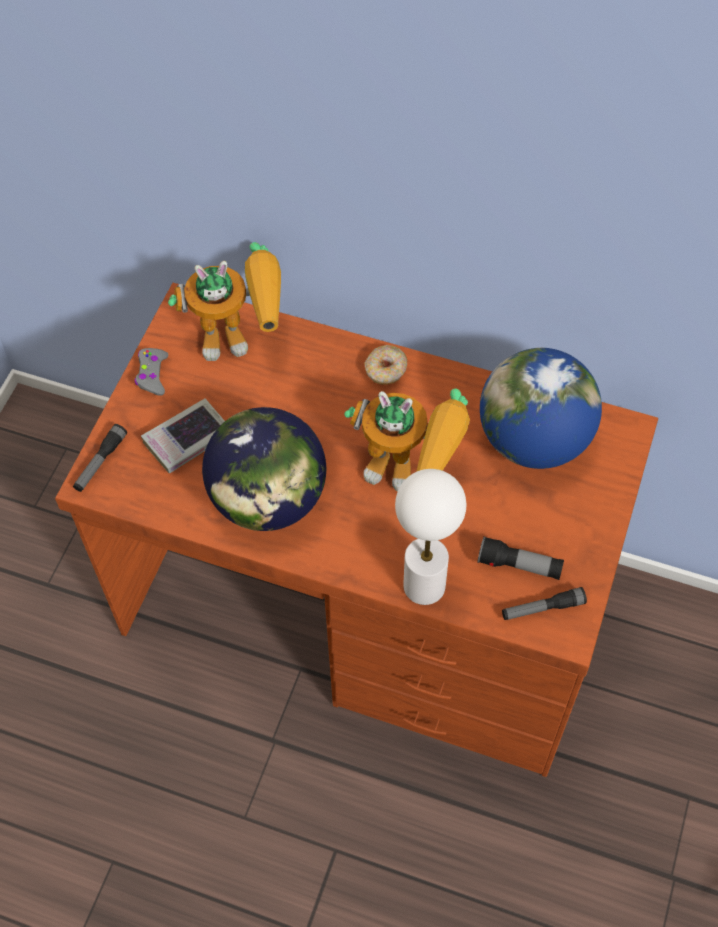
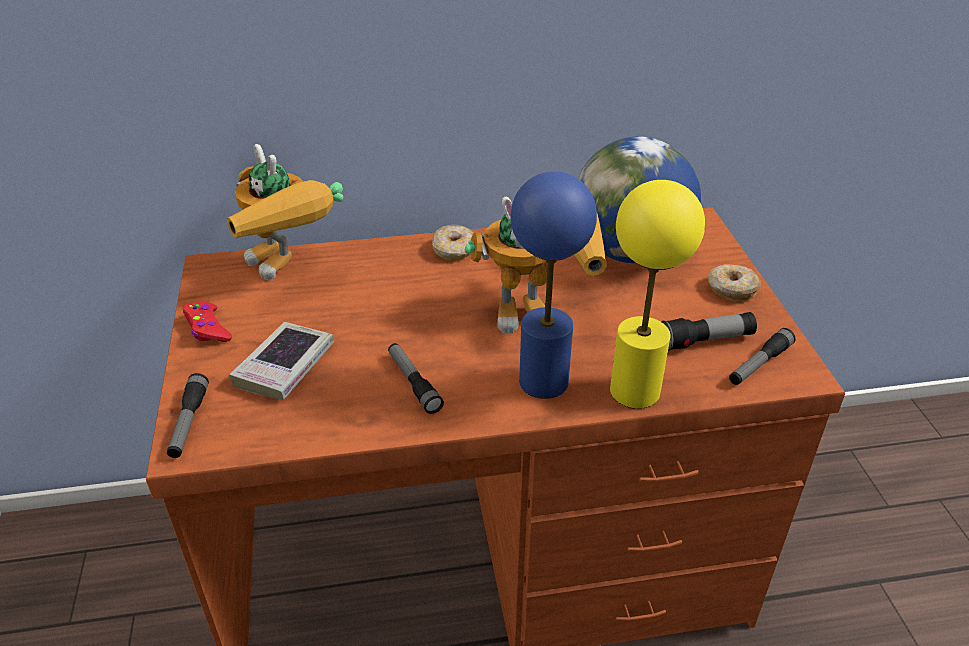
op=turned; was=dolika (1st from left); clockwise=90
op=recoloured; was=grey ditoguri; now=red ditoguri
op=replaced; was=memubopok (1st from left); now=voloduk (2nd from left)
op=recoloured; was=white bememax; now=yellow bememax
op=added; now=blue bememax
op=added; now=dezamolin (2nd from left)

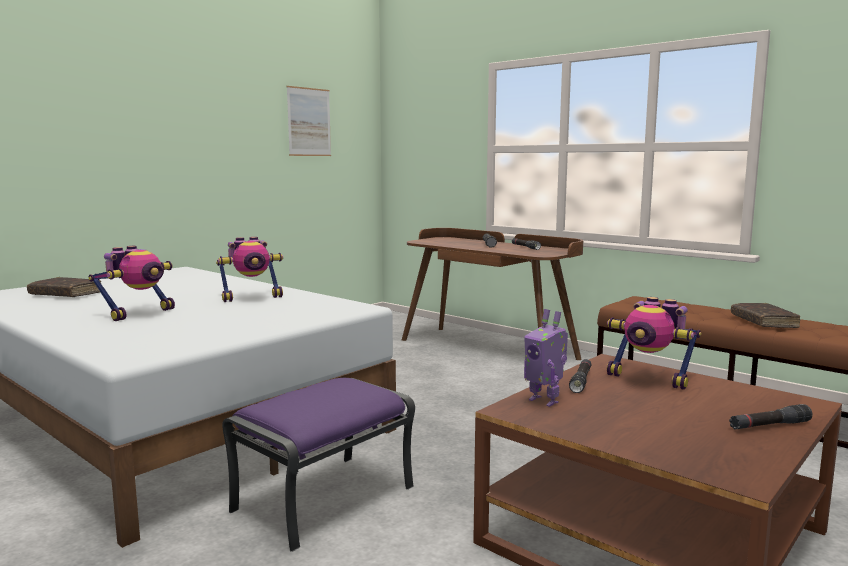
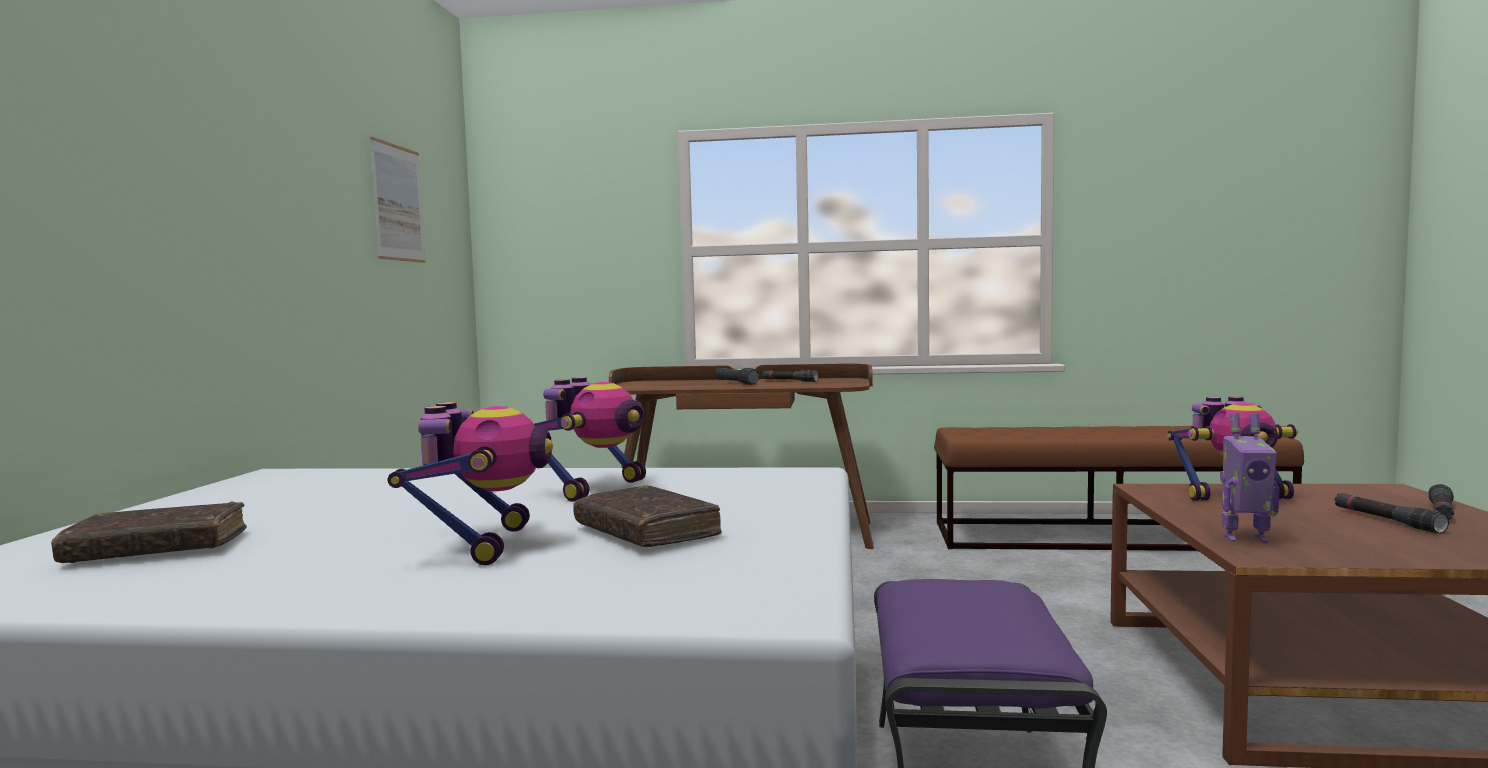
op=moved; was=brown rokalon (2nd from left)
op=moved; was=black voloduk (3rd from left)

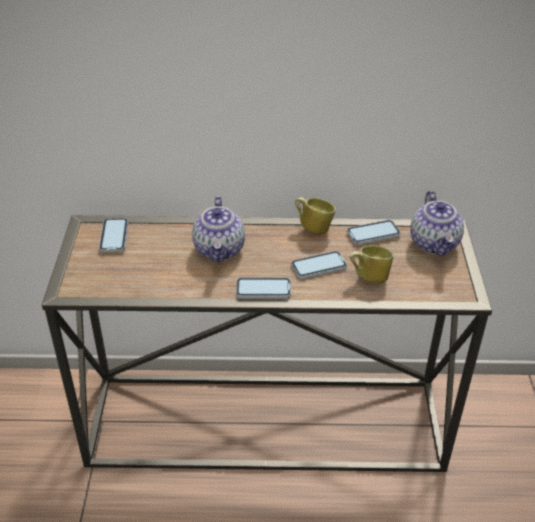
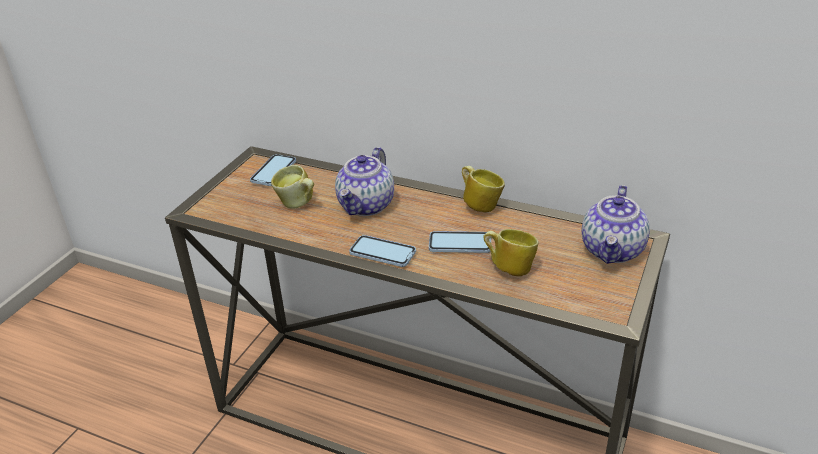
op=removed; was=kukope (4th from left)
op=added; now=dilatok (1st from left)

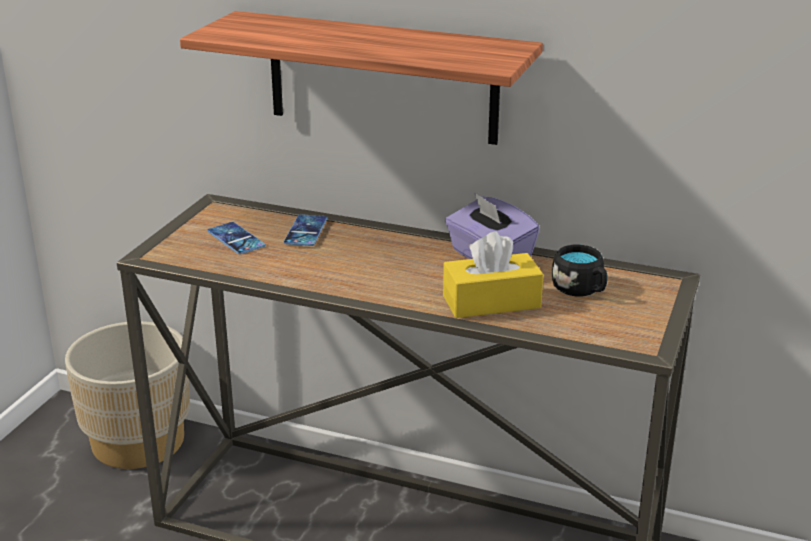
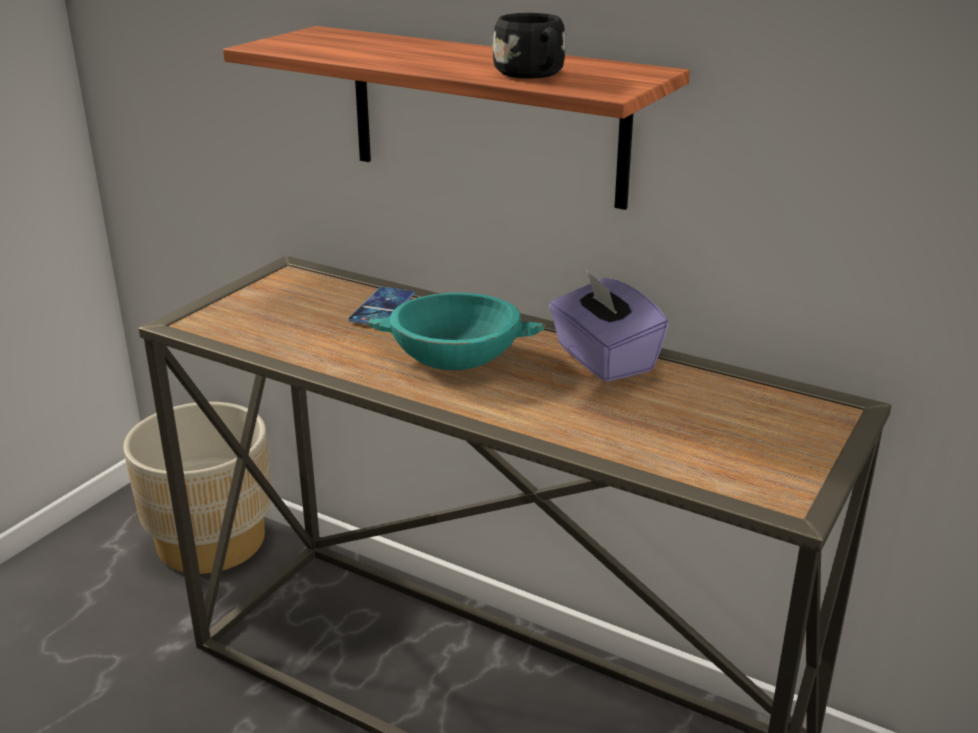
op=removed; was=kukope (1st from left)
op=removed; was=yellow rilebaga
op=moved; was=black dilatok
op=added; now=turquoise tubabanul

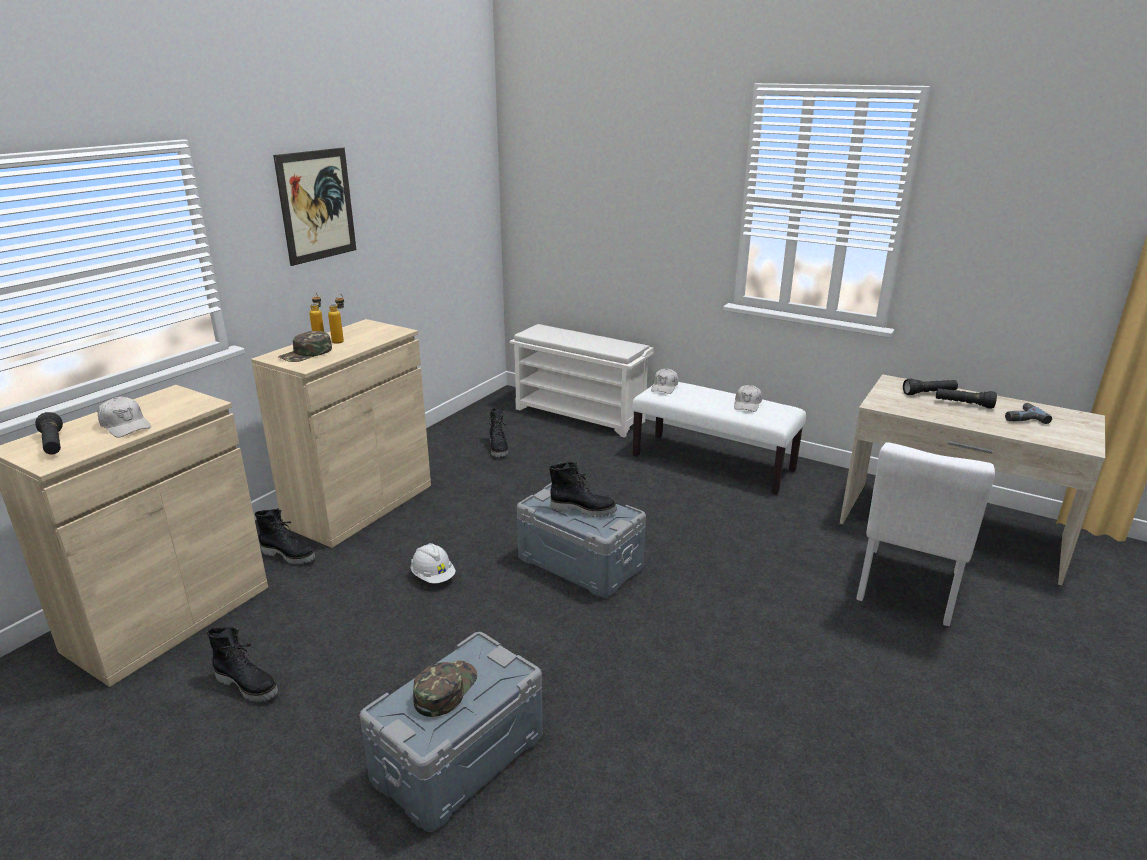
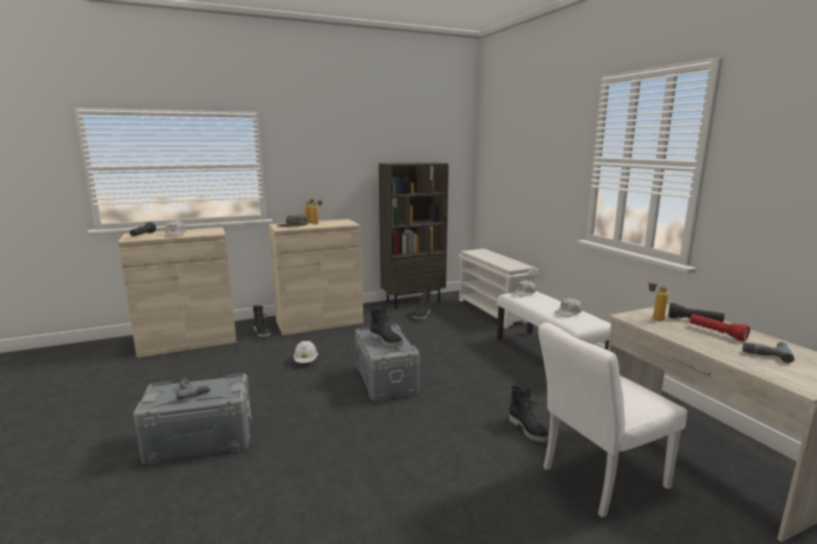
op=removed; was=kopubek
op=recoloured; was=black voloduk (3rd from left); now=red voloduk
op=moved; was=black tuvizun (1st from left in the first image); now=black tuvizun (4th from left)
op=replaced; was=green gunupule (2nd from left); now=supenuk (1st from left)
op=added; now=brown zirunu
op=added; now=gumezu (3rd from left)

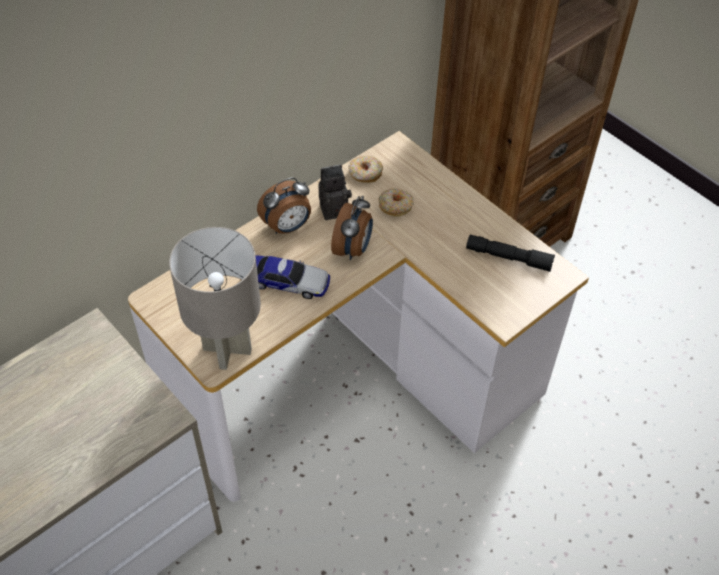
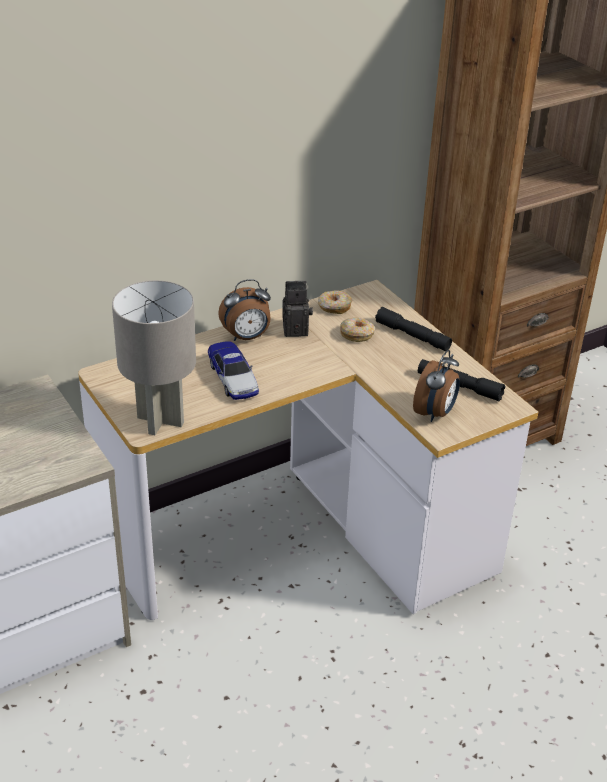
op=moved; was=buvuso (2nd from left)
op=turned; was=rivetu; clockwise=45
op=added; now=black voloduk (1st from left)

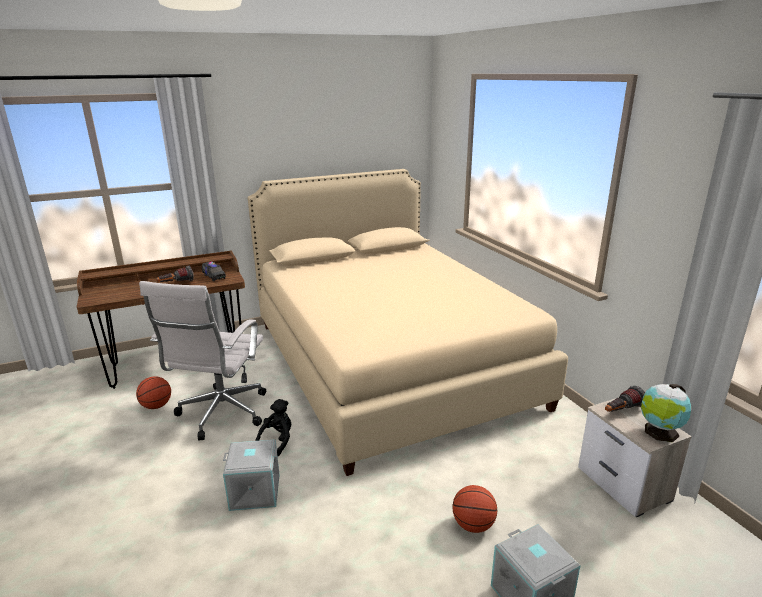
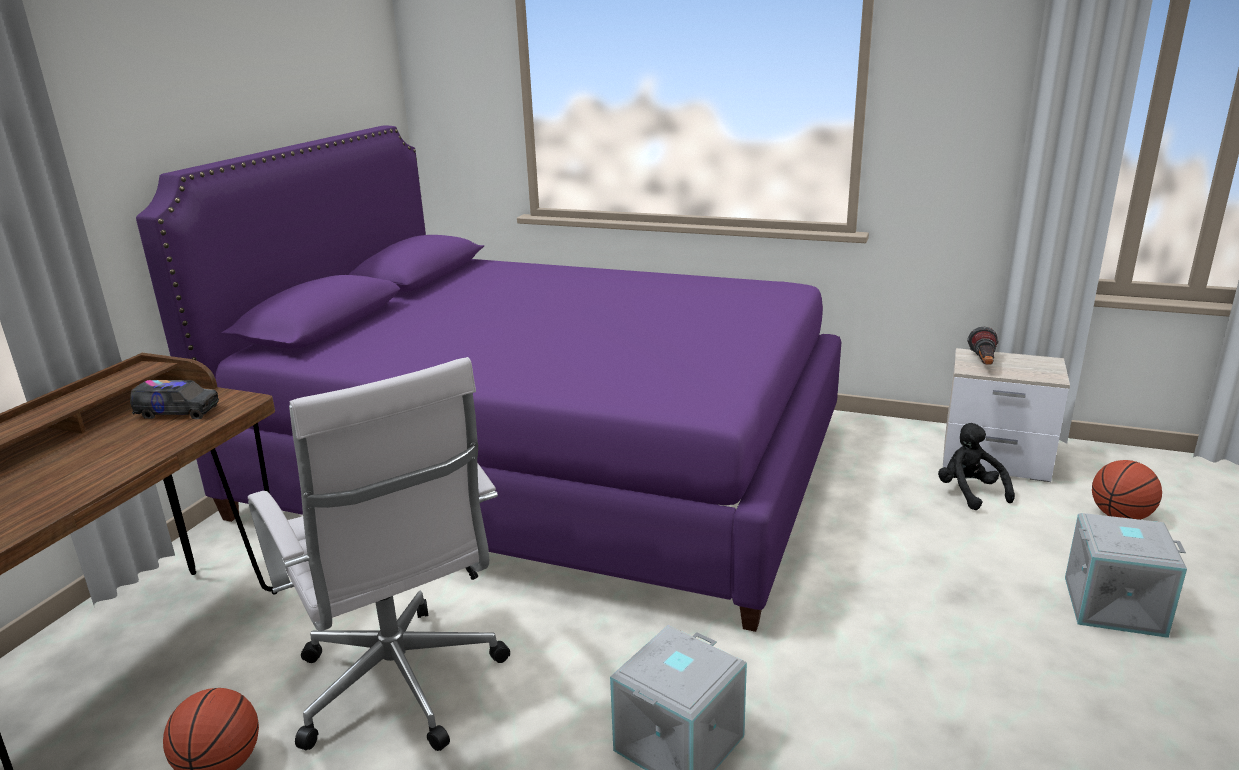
op=recoloured; was=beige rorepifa; now=purple rorepifa
op=removed; was=voloduk (1st from left)
op=removed; was=memubopok
op=moved; was=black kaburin
op=moved; was=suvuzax (2nd from left)

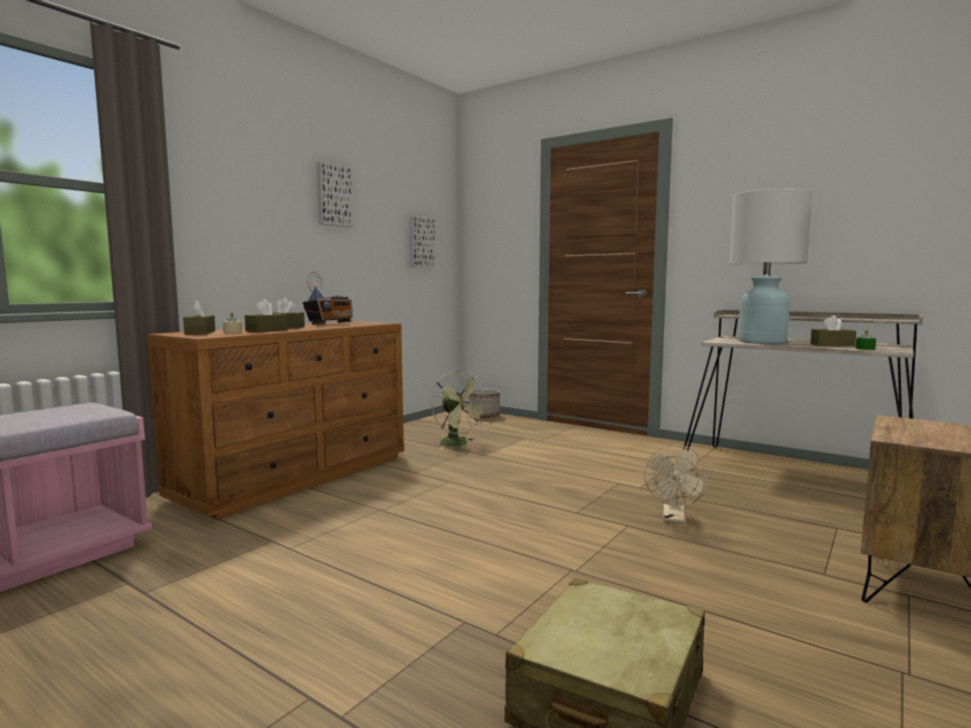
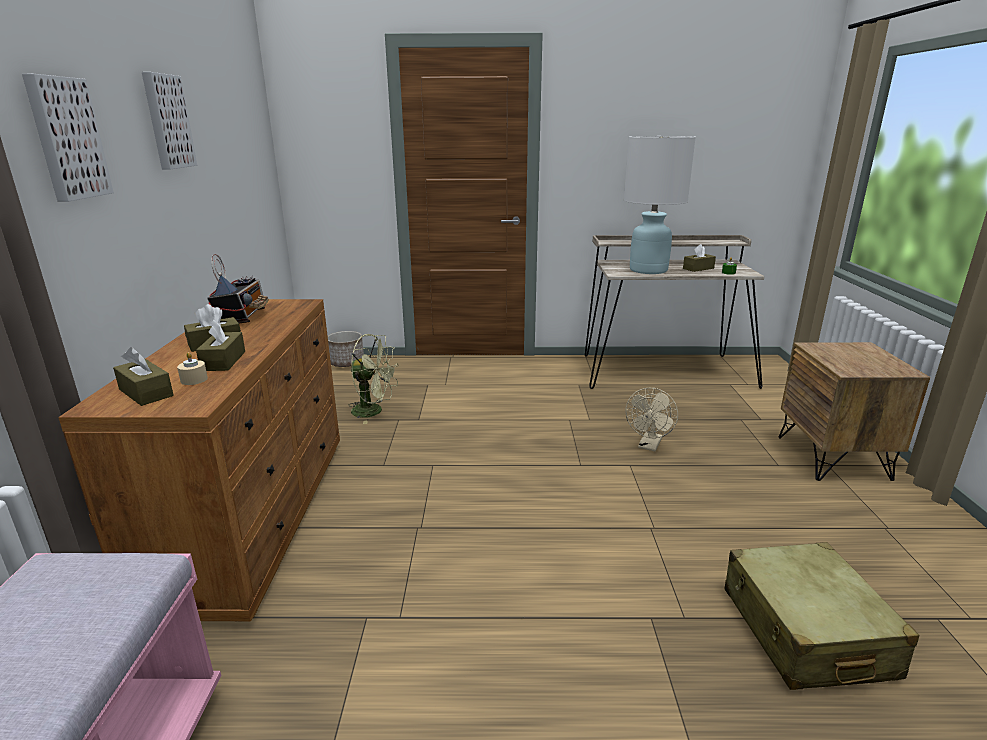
op=moved; was=kopubek (2nd from left in the first image); now=kopubek (1st from left)
op=turned; was=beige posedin; clockwise=45

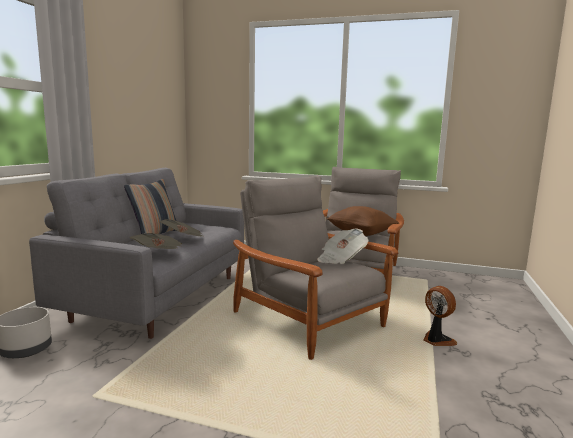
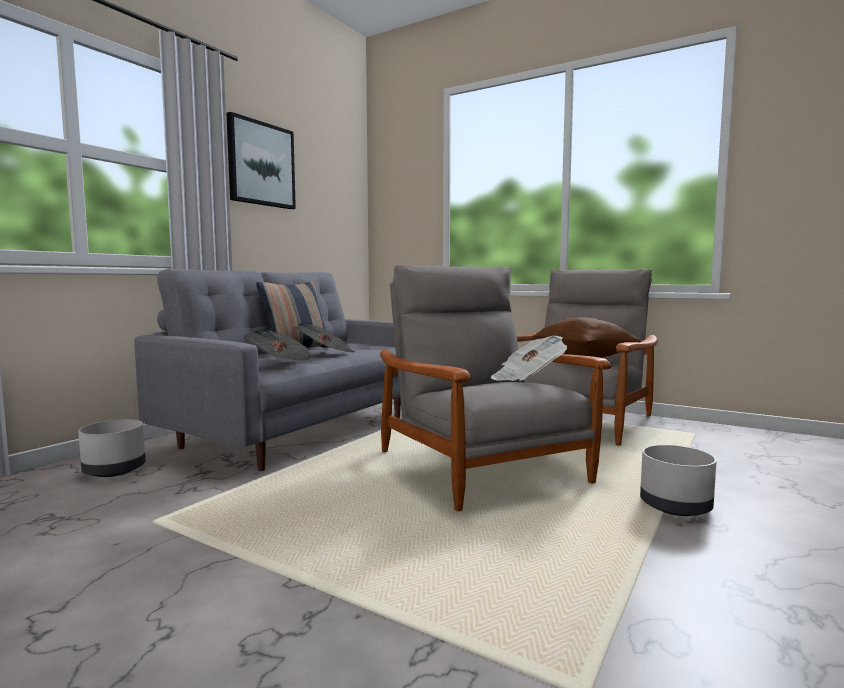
op=replaced; was=posedin; now=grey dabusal (2nd from left)
op=added; now=kopubek

